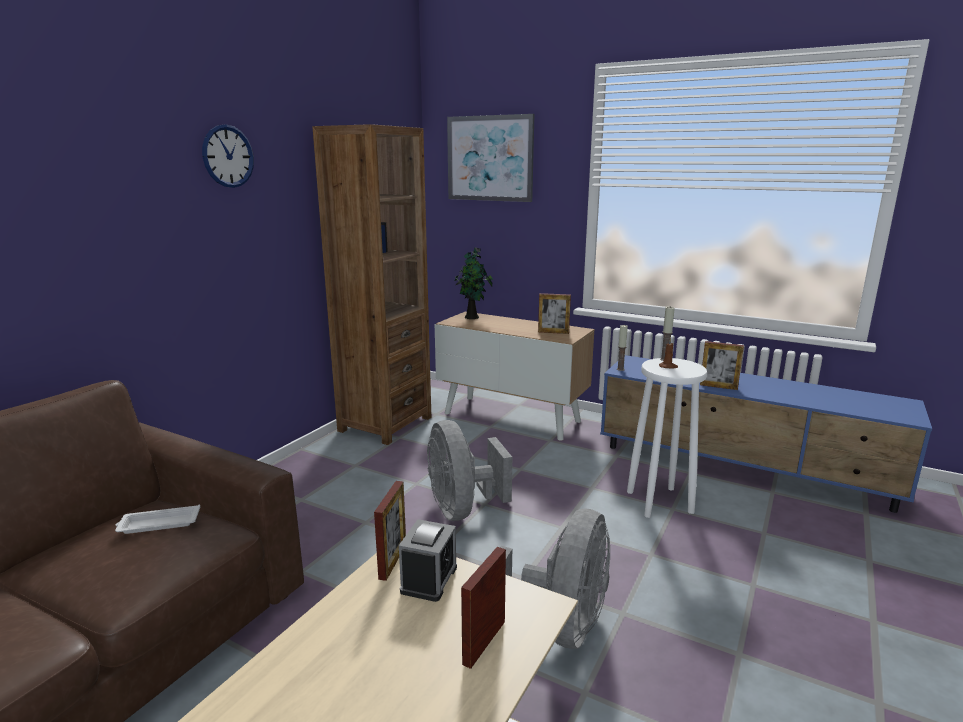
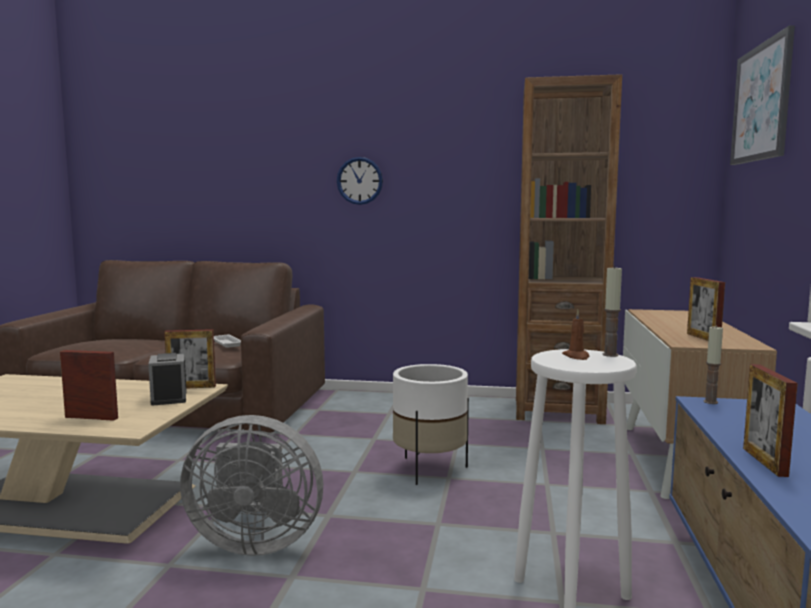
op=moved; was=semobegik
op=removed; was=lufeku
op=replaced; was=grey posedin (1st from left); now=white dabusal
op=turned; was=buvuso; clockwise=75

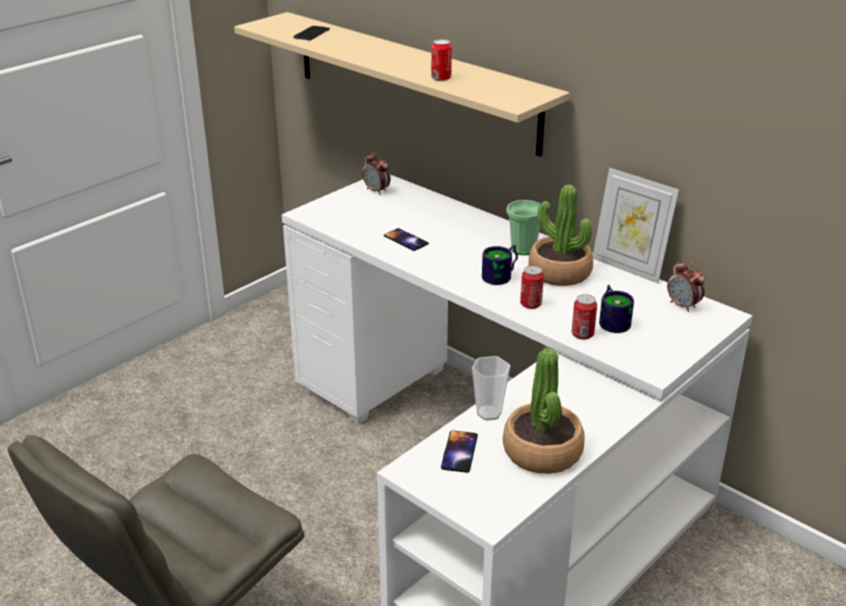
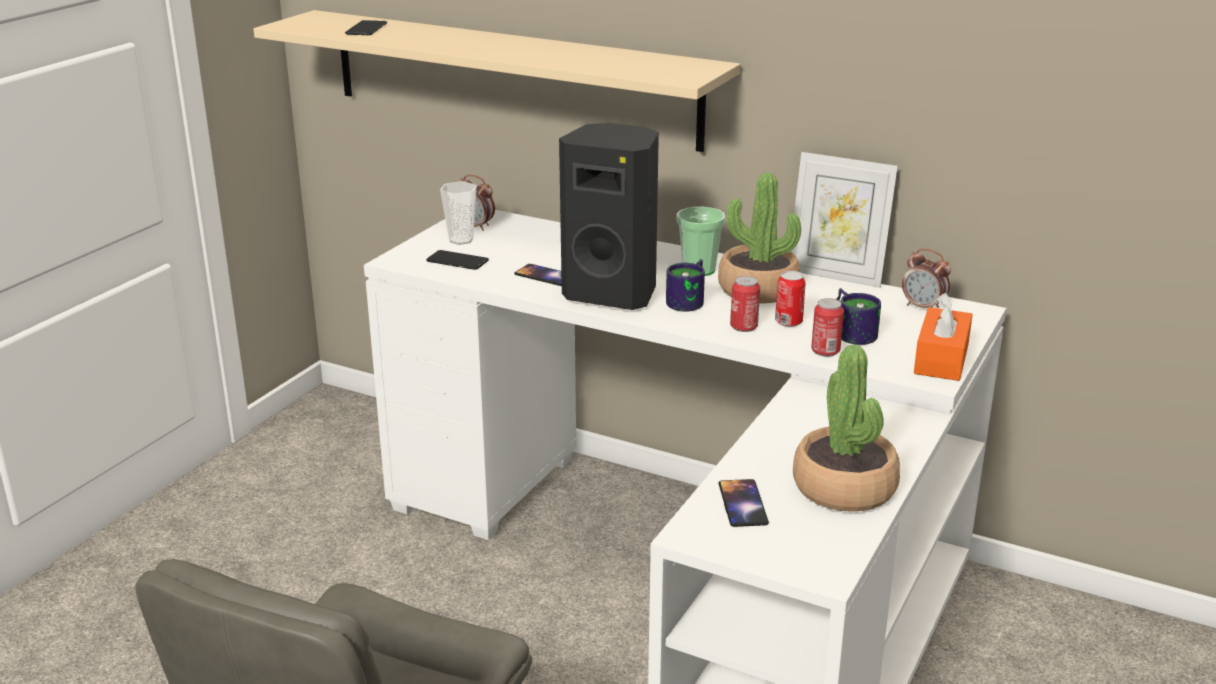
op=moved; was=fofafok (1st from left in the first image); now=fofafok (2nd from left)
op=moved; was=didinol (1st from left)
op=added; now=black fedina
op=added; now=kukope (2nd from left)
op=added; now=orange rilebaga

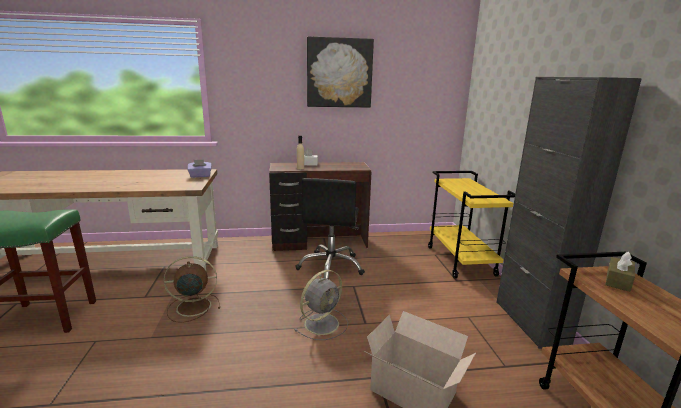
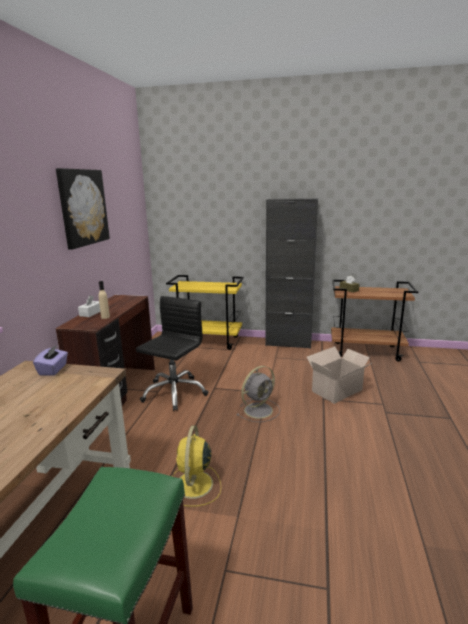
op=turned; was=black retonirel; clockwise=-90
op=recoloured; was=brown posedin; now=yellow posedin
op=turned; was=grey posedin; clockwise=75

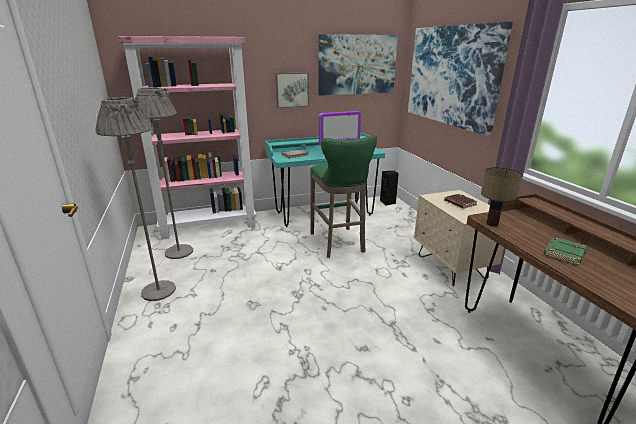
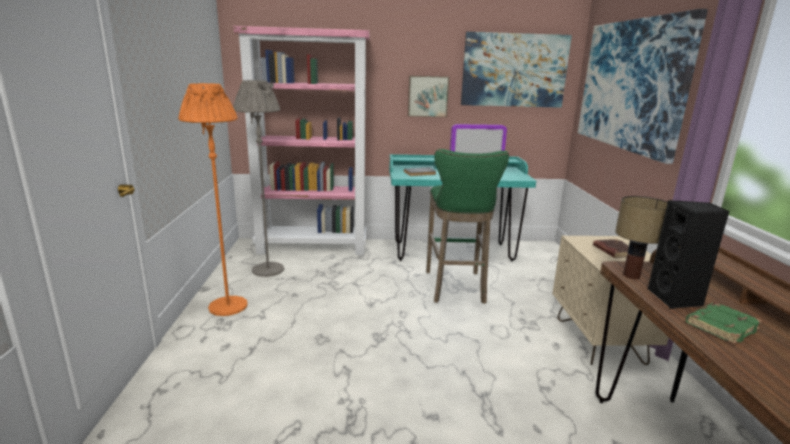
op=recoloured; was=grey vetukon (1st from left); now=orange vetukon
op=moved; was=black fedina

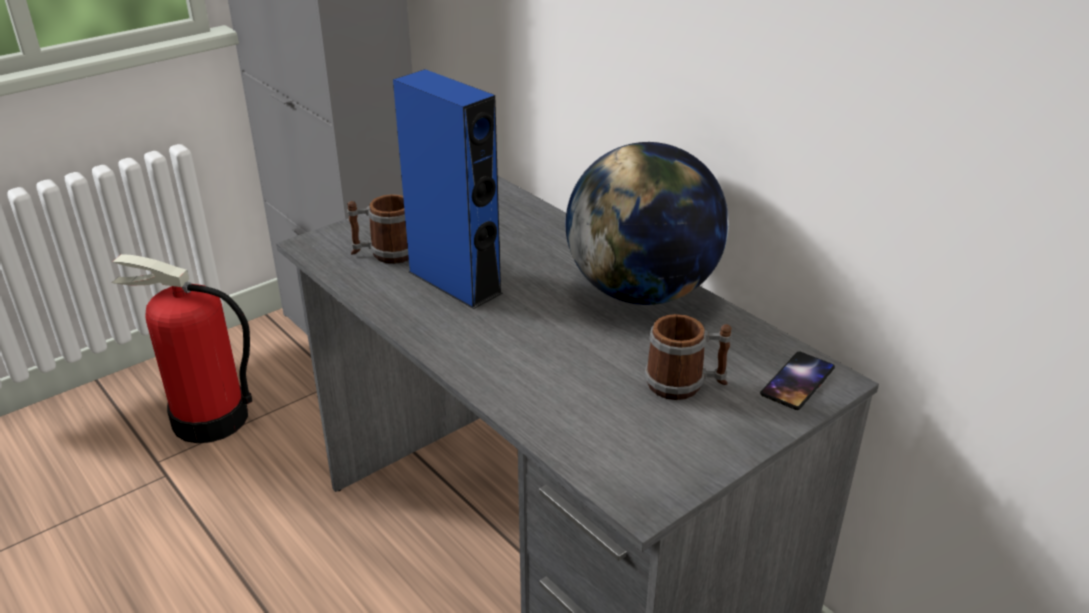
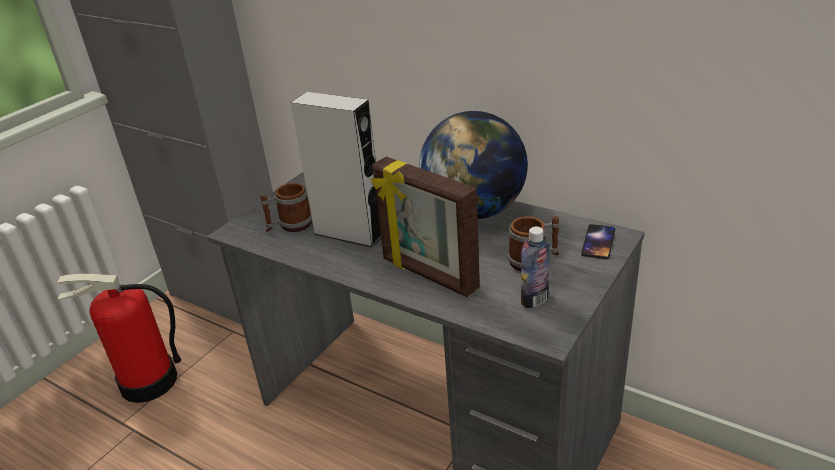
op=recoloured; was=blue fedina; now=grey fedina
op=added; now=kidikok
op=added; now=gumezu

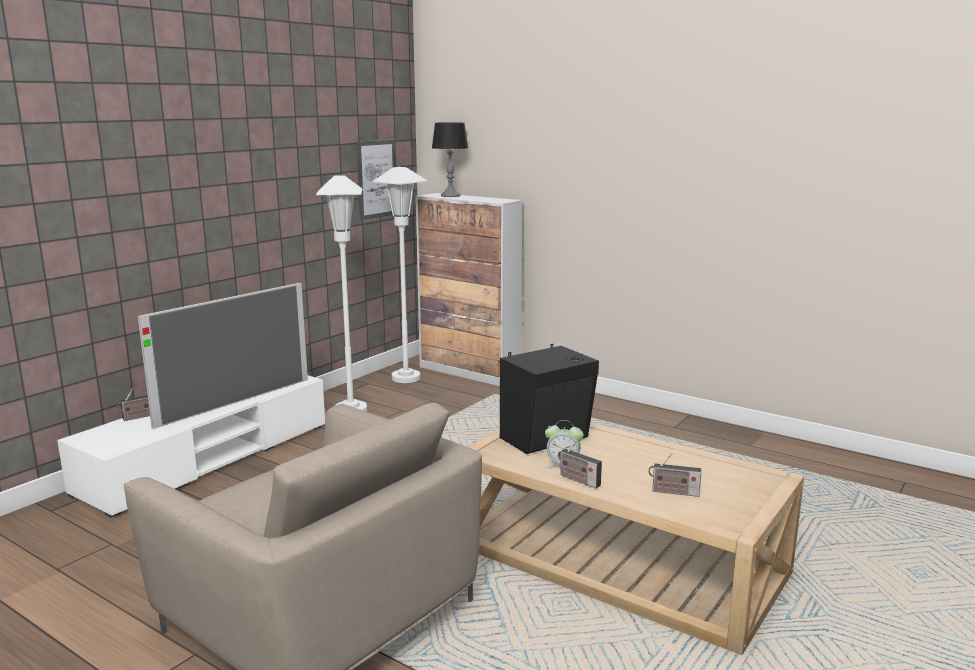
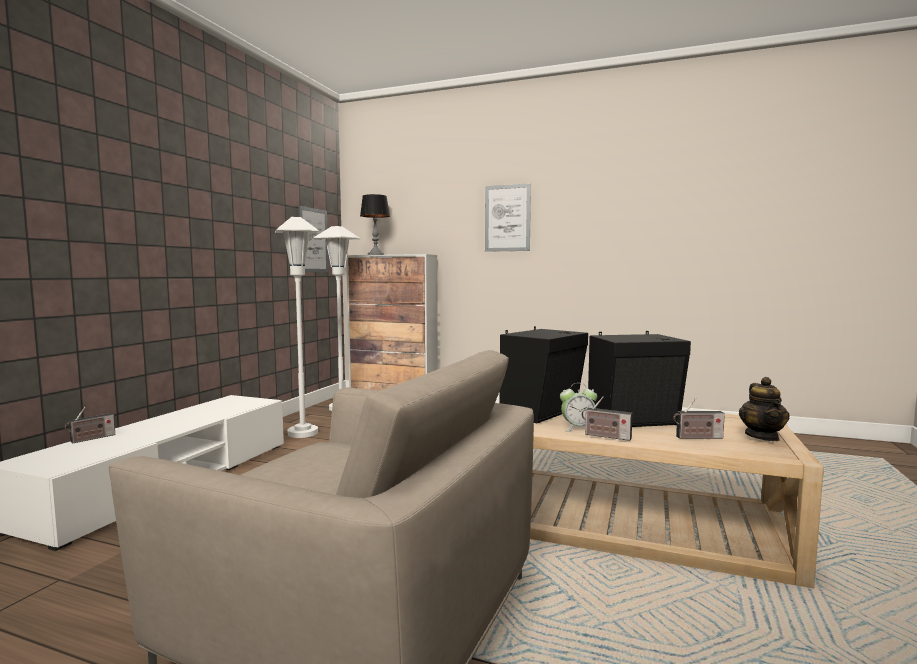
op=removed; was=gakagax
op=added; now=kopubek (2nd from left)
op=added; now=black fedina (2nd from left)
op=added; now=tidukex

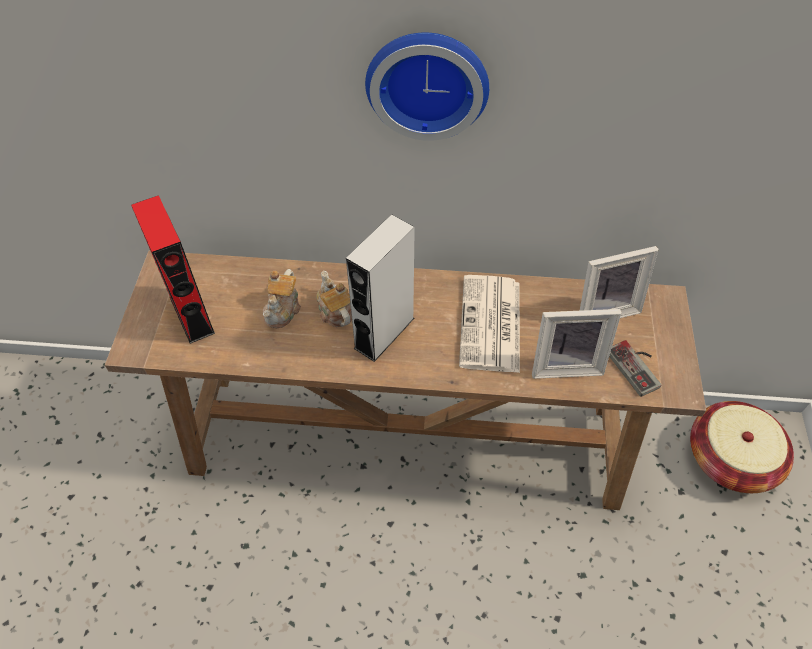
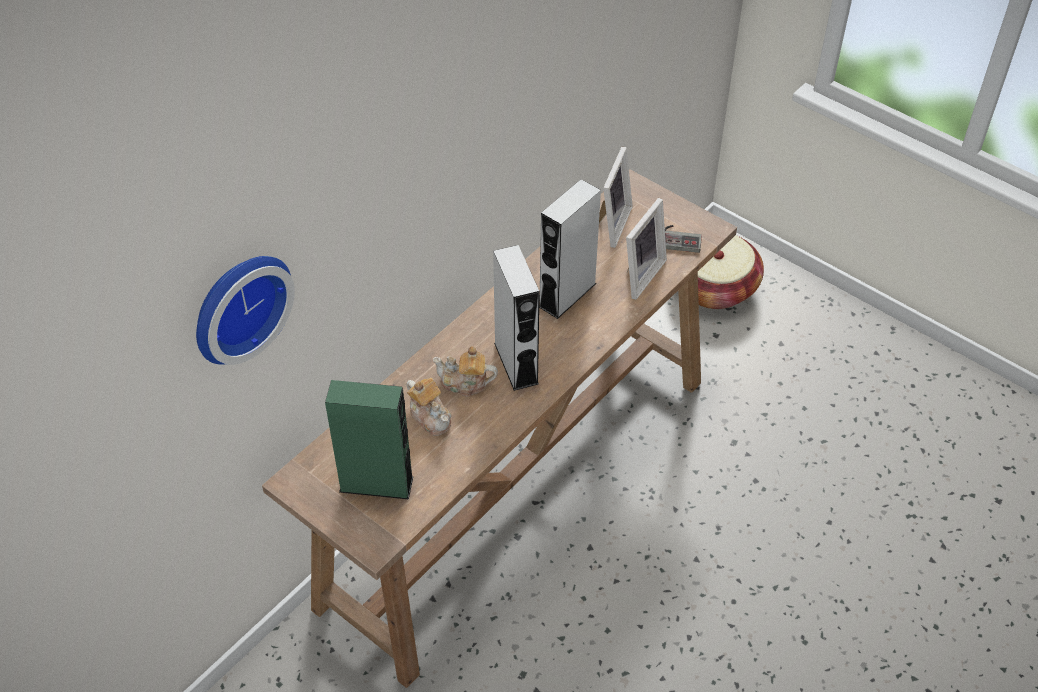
op=moved; was=semobegik
op=recoloured; was=red fedina; now=green fedina
op=replaced; was=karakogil; now=grey fedina (2nd from left)

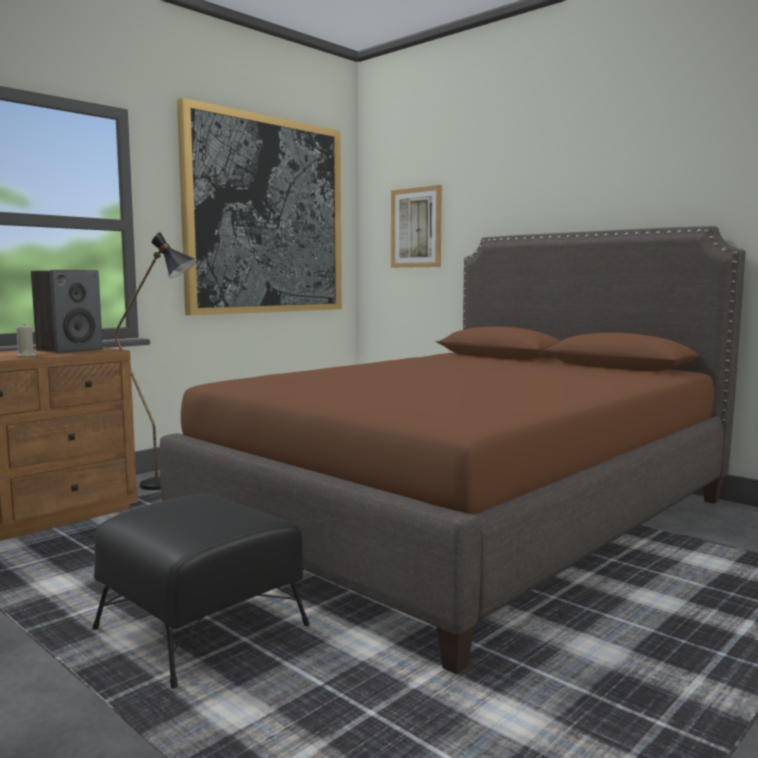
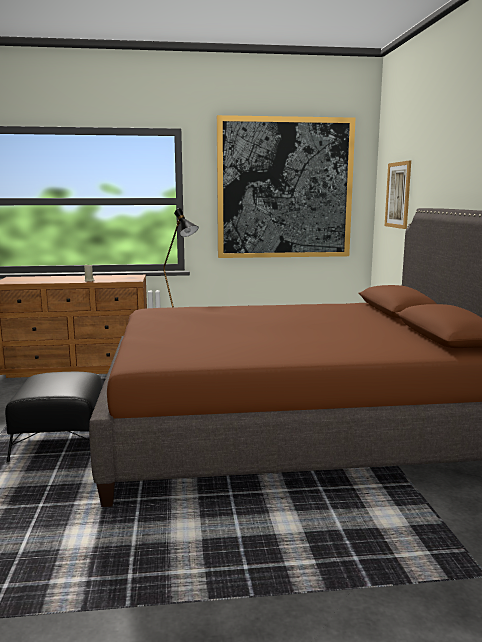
op=removed; was=fedina

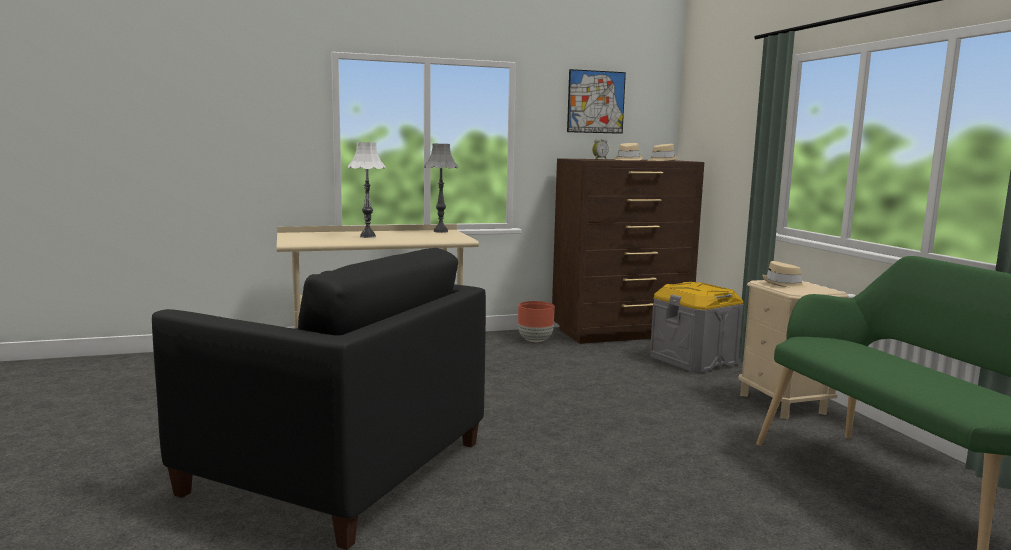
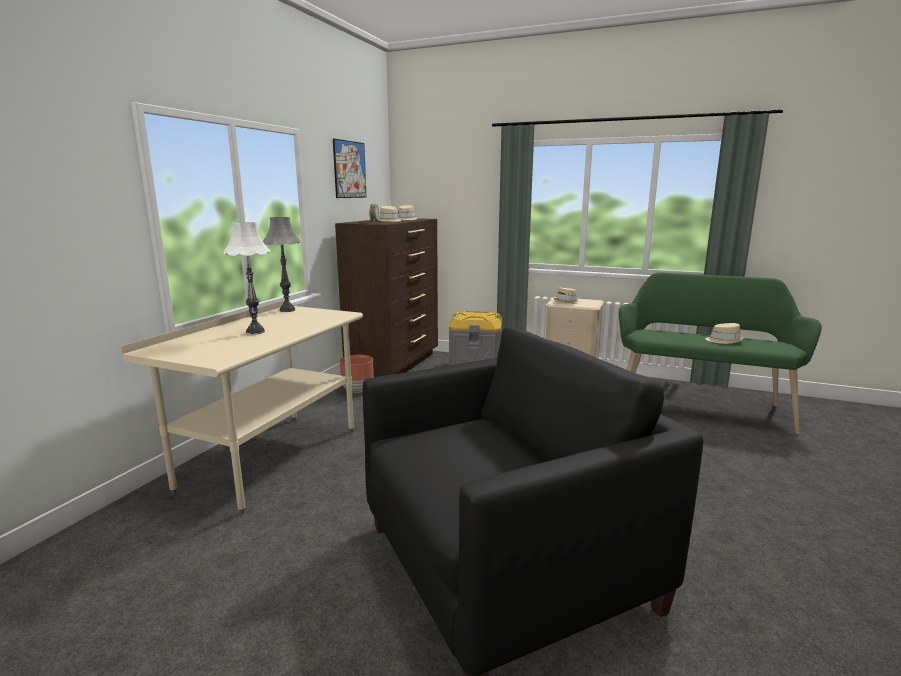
op=added; now=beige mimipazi (4th from left)

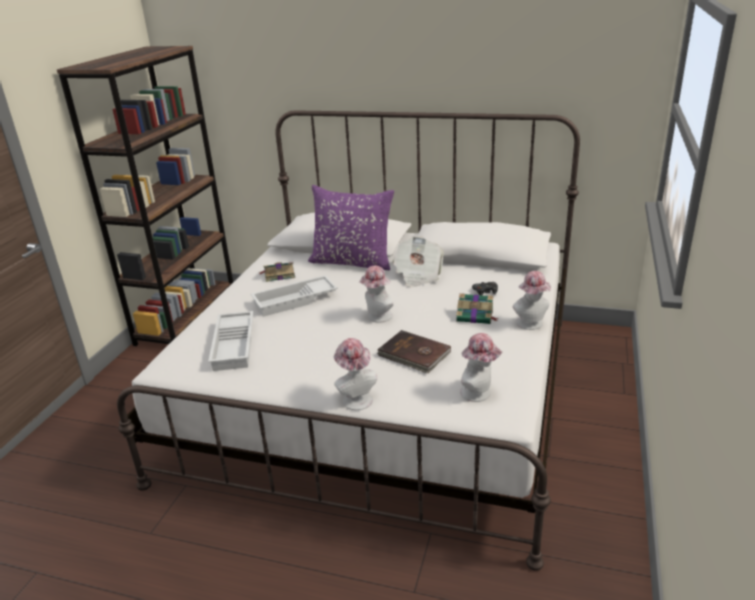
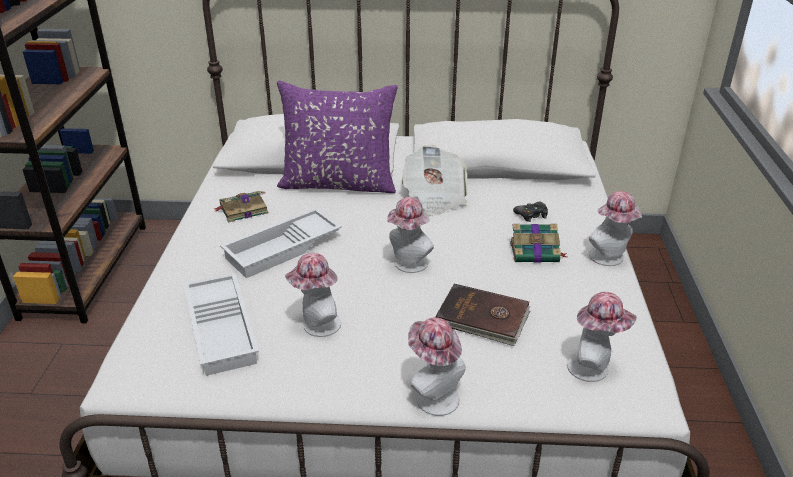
op=added; now=mimipazi (1st from left)

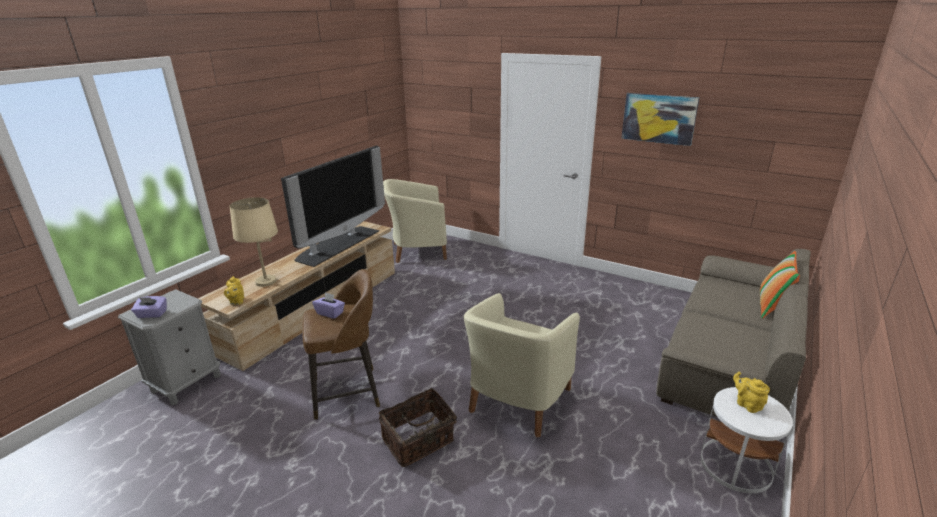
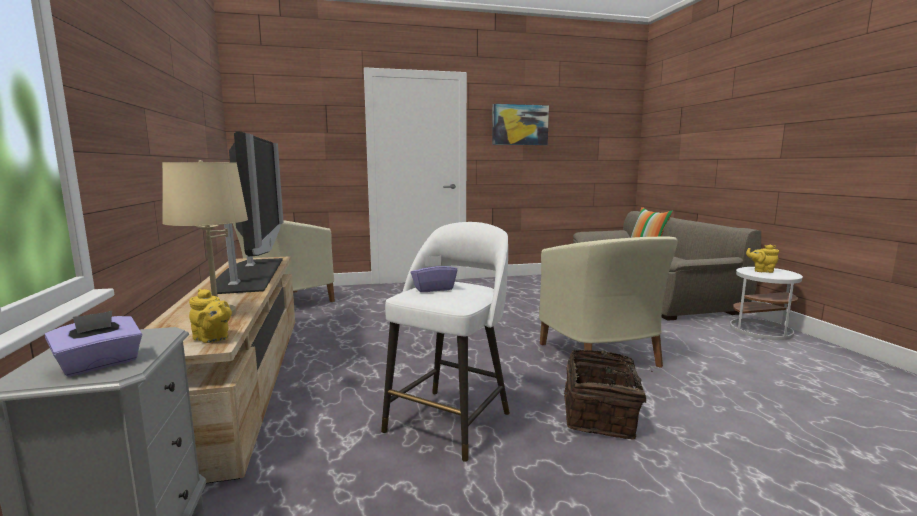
op=recoloured; was=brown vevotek; now=white vevotek

